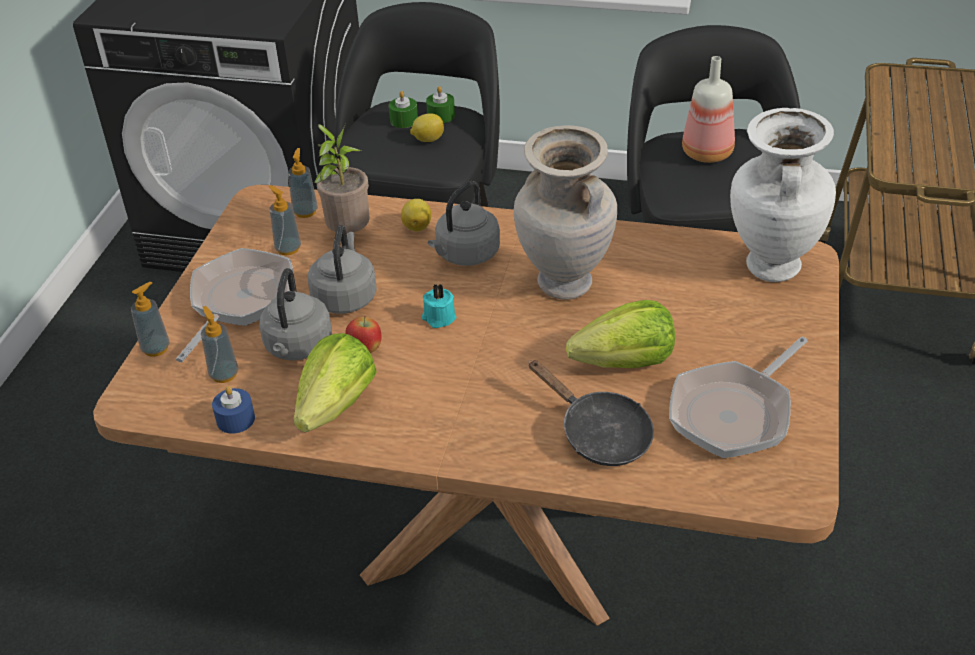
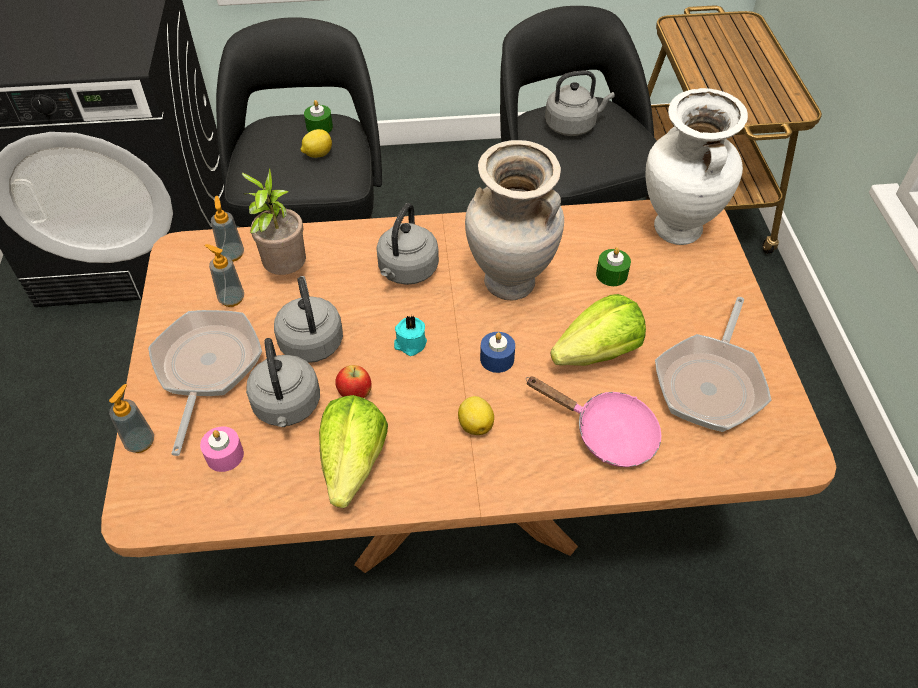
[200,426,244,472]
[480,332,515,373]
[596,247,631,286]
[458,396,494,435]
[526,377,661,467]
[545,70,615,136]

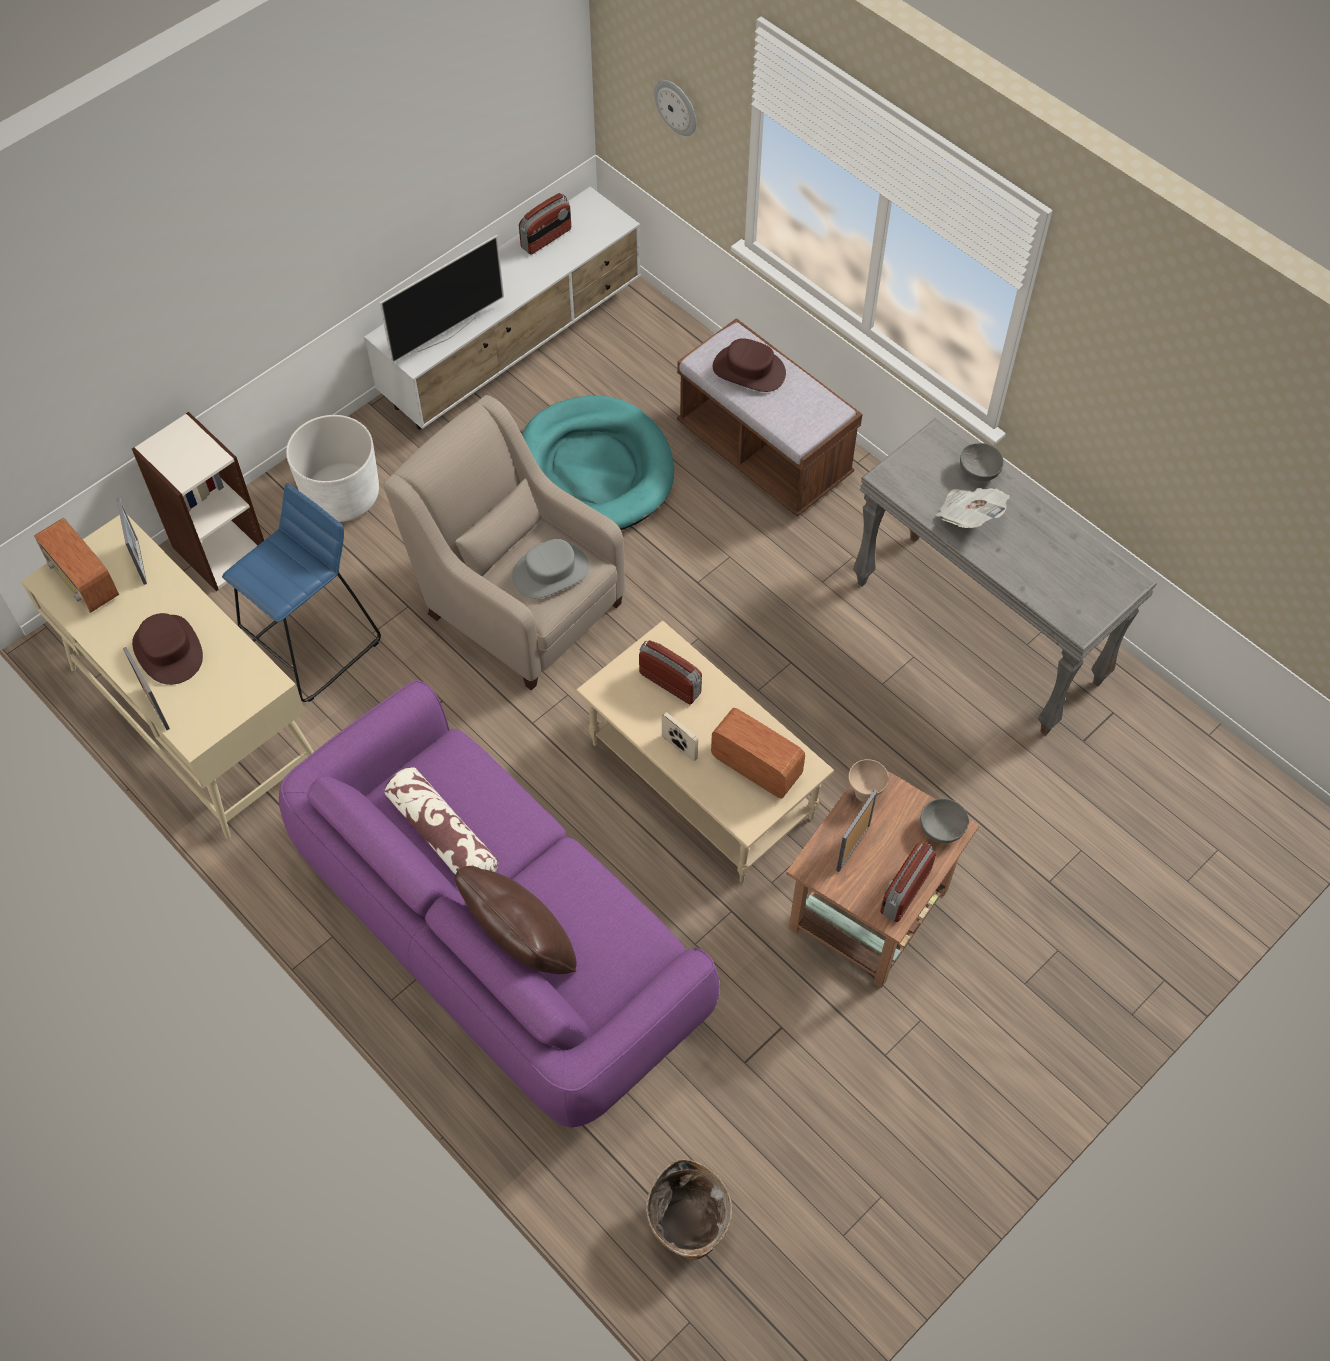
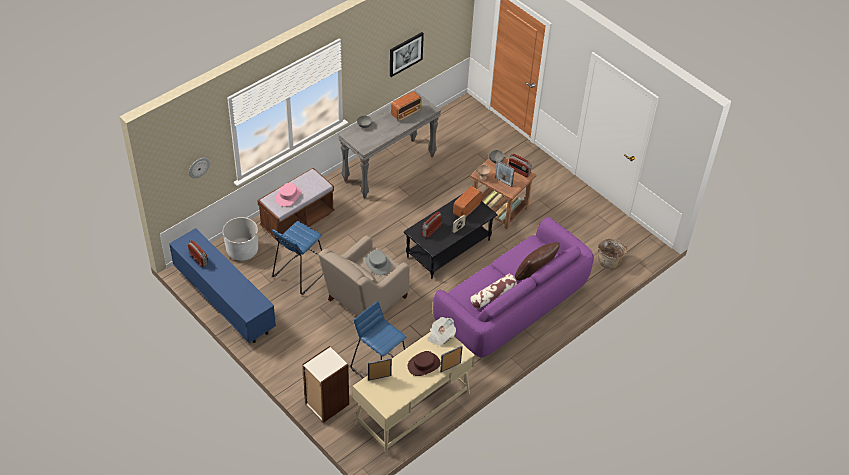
[391,91,422,121]
[223,217,258,261]
[169,228,276,343]
[379,235,504,363] (first image)
[272,221,323,295]
[404,194,498,279]
[276,183,302,207]
[427,317,456,346]
[390,32,424,77]

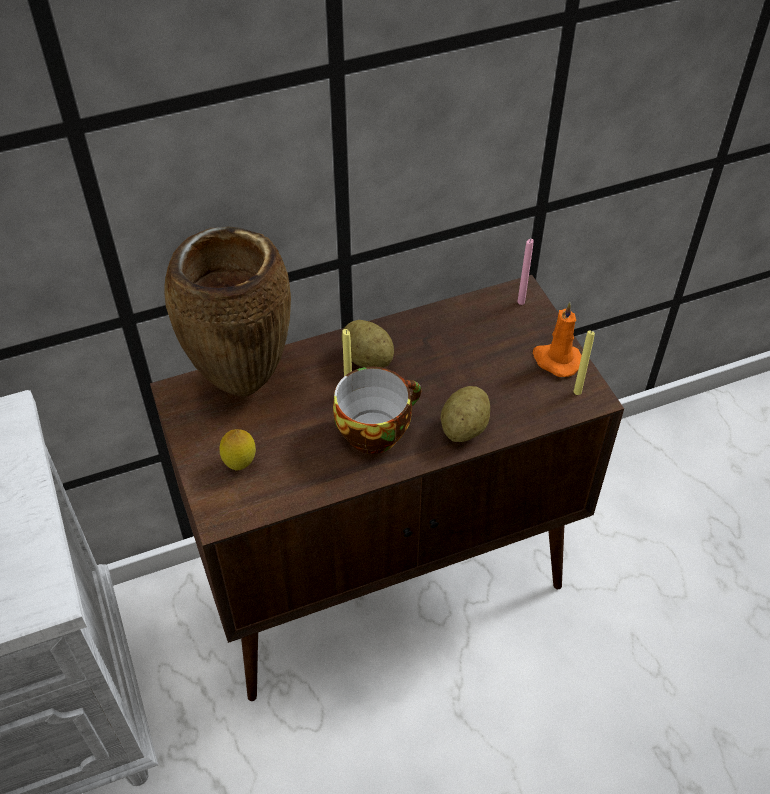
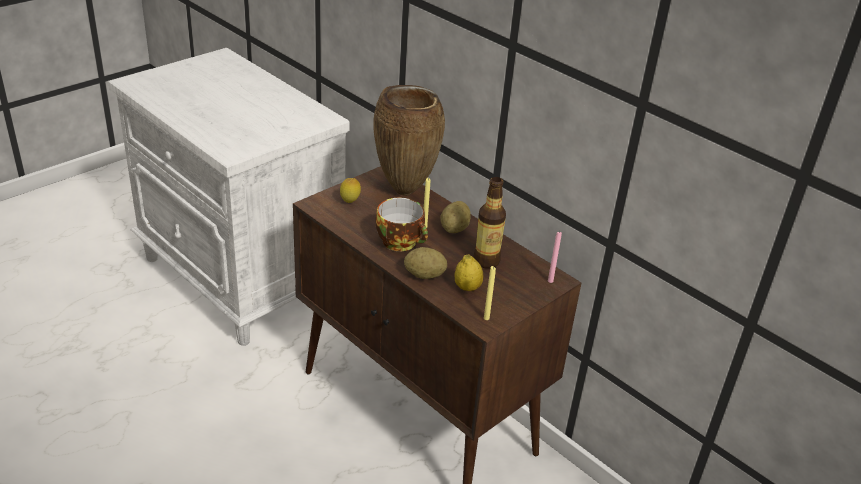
[533,302,582,377] (first image)
[455,255,483,291]
[473,177,506,269]

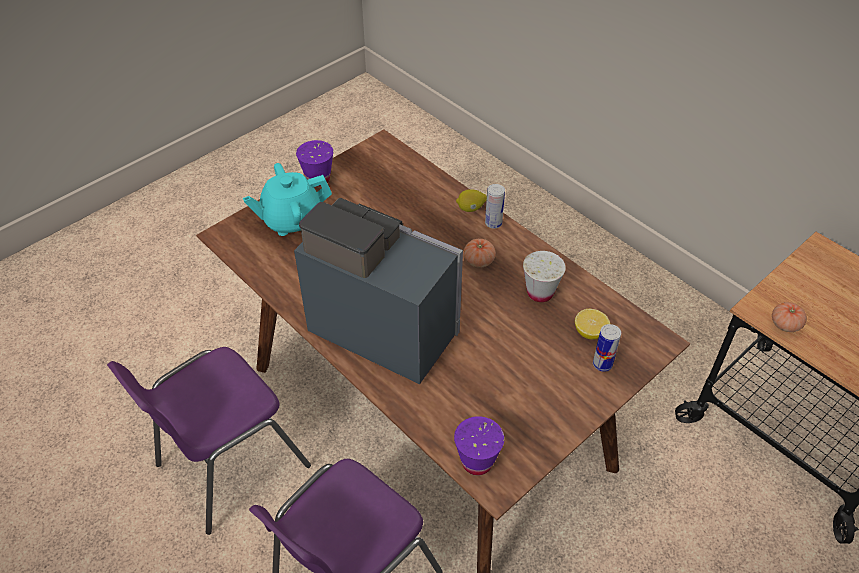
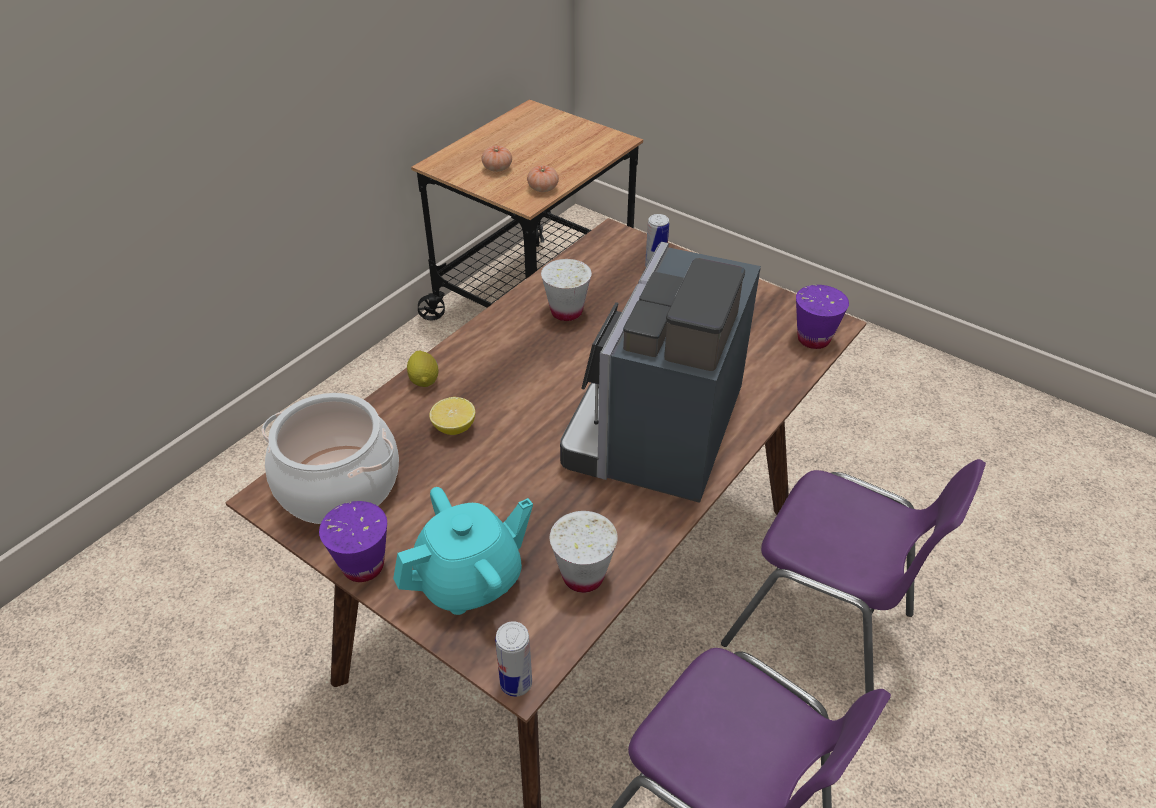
[393,487,533,615]
[482,146,512,172]
[495,621,532,697]
[429,397,475,435]
[262,393,399,524]
[550,511,618,593]

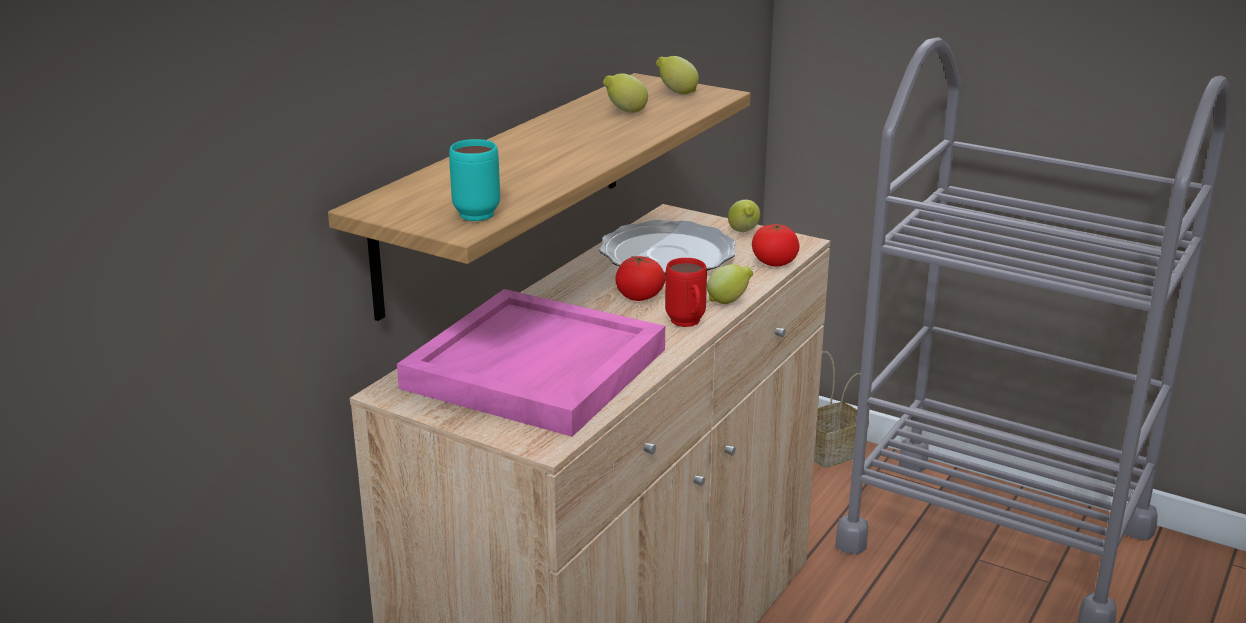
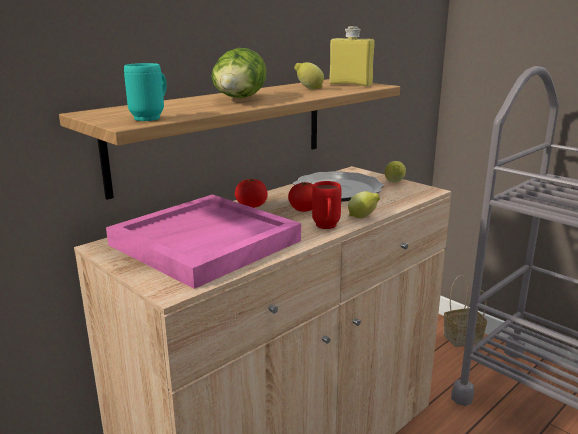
[329,26,375,86]
[235,179,268,208]
[212,48,266,98]

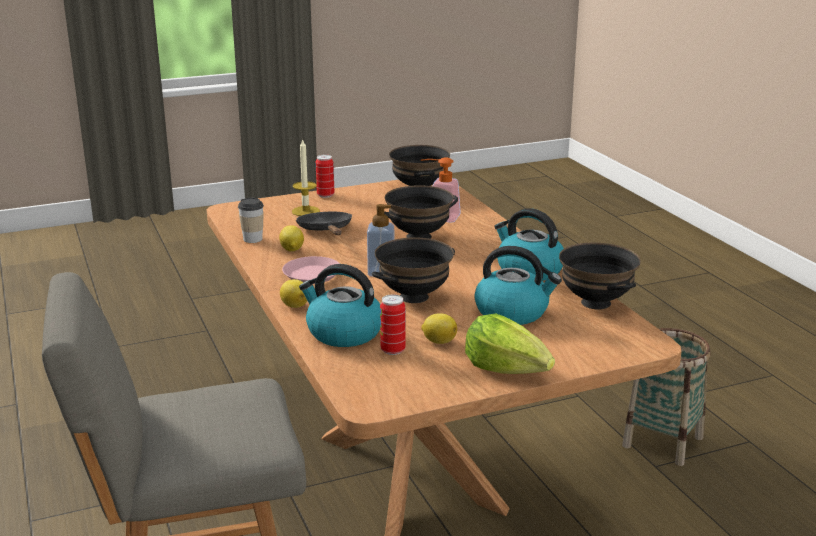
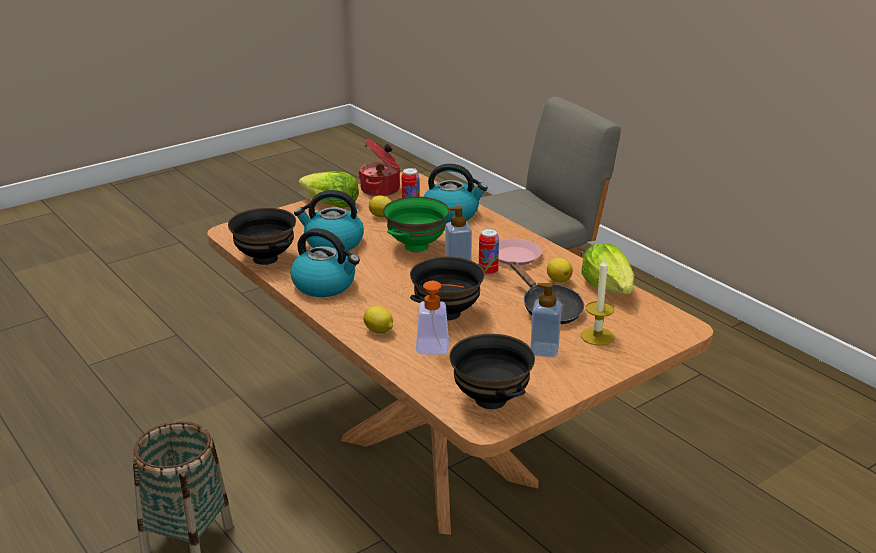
[581,243,634,295]
[363,306,393,334]
[479,228,499,276]
[383,196,449,252]
[358,139,400,196]
[530,283,562,358]

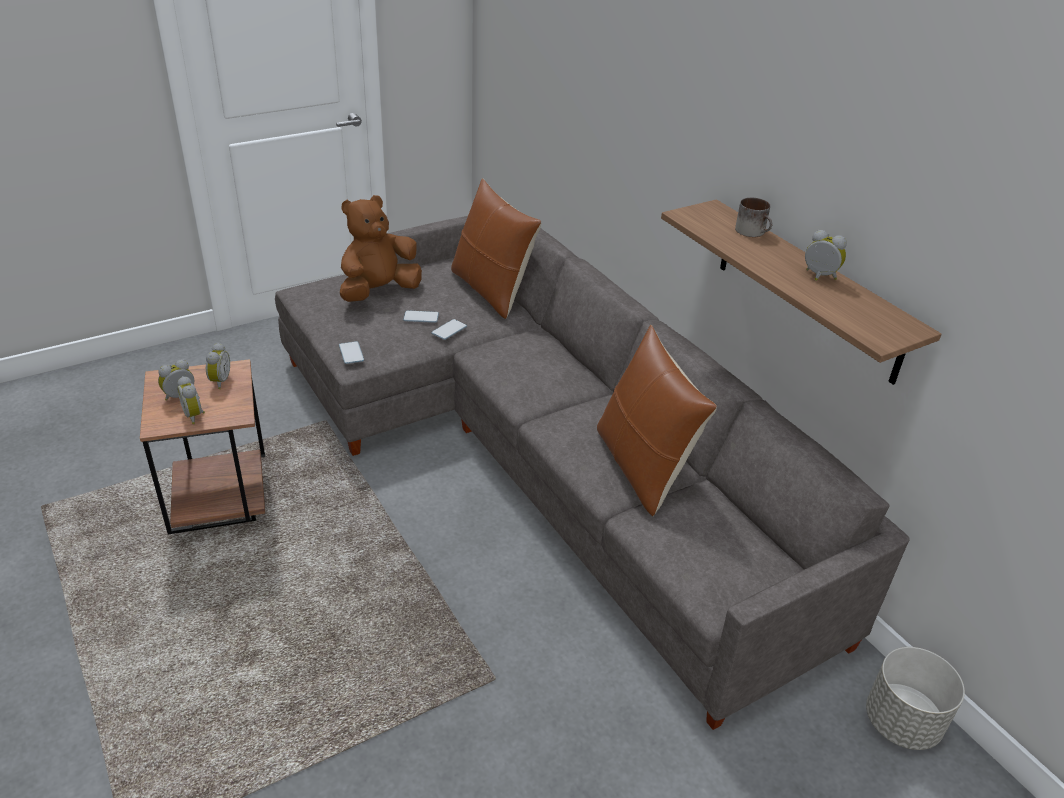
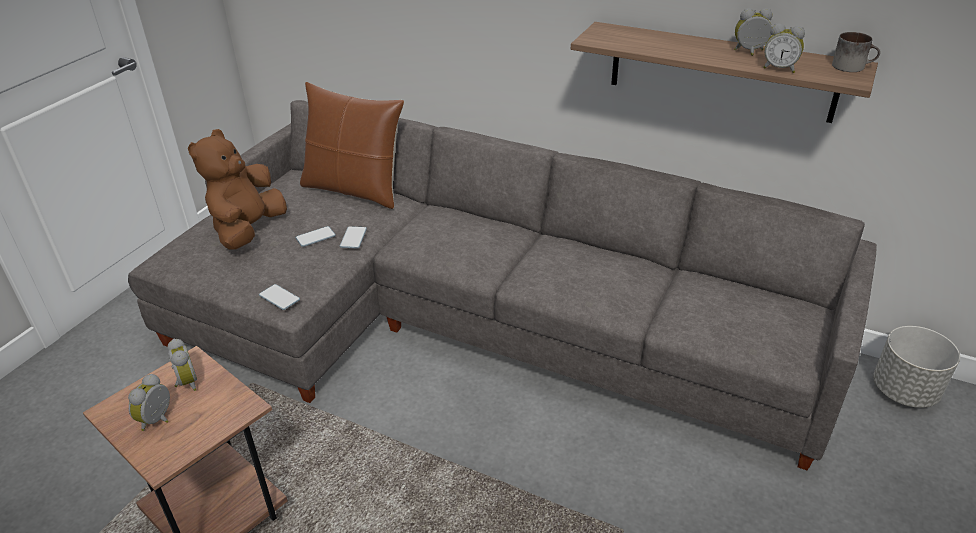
[763,23,805,73]
[597,325,717,516] (first image)
[832,32,880,72]

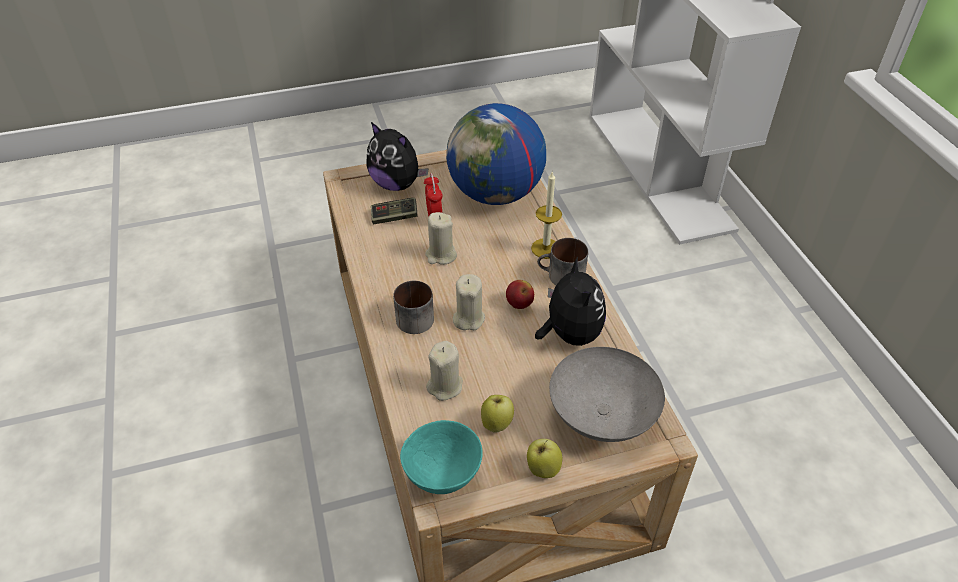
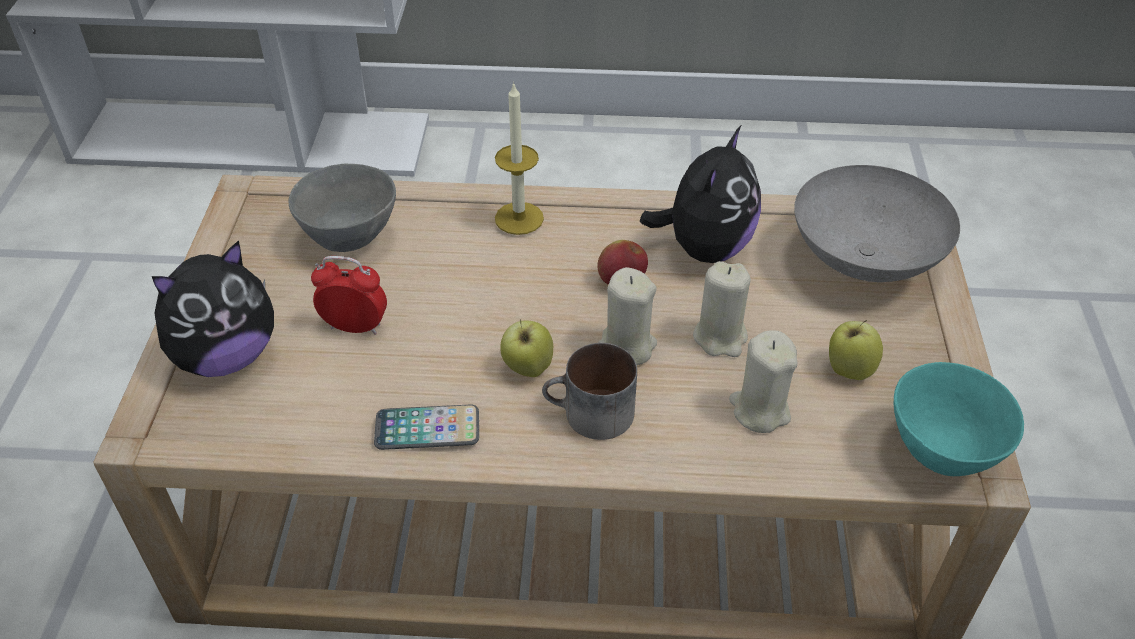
[371,198,418,224] (first image)
[693,261,751,357]
[289,164,396,252]
[500,319,553,377]
[640,126,761,263]
[537,238,588,285] (first image)
[374,405,479,450]

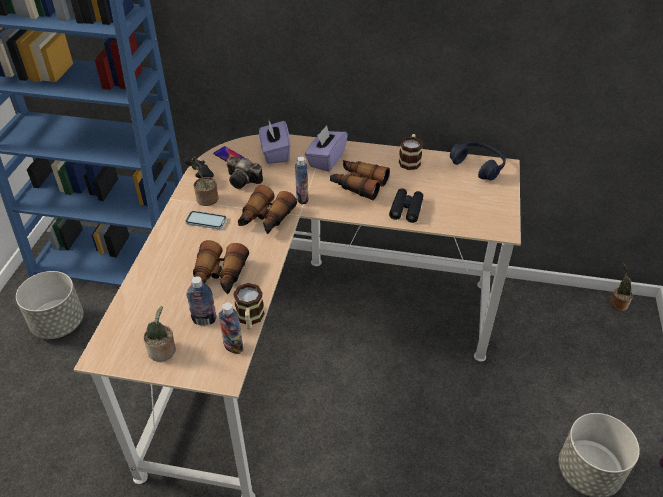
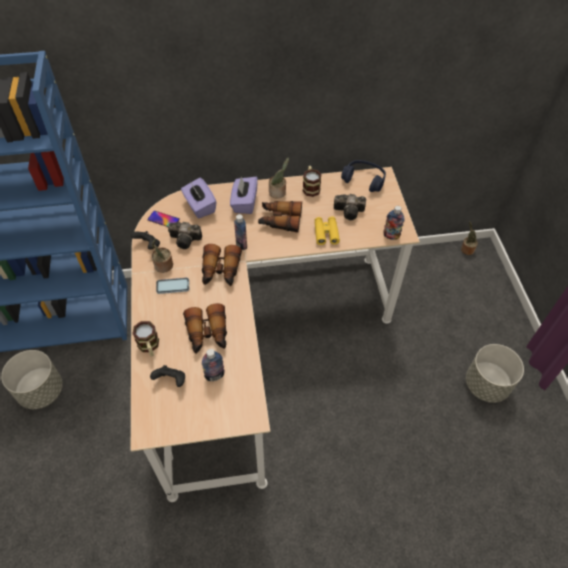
[269,158,289,199]
[383,206,405,240]
[133,321,159,357]
[315,216,340,245]
[150,365,185,387]
[334,194,366,220]

